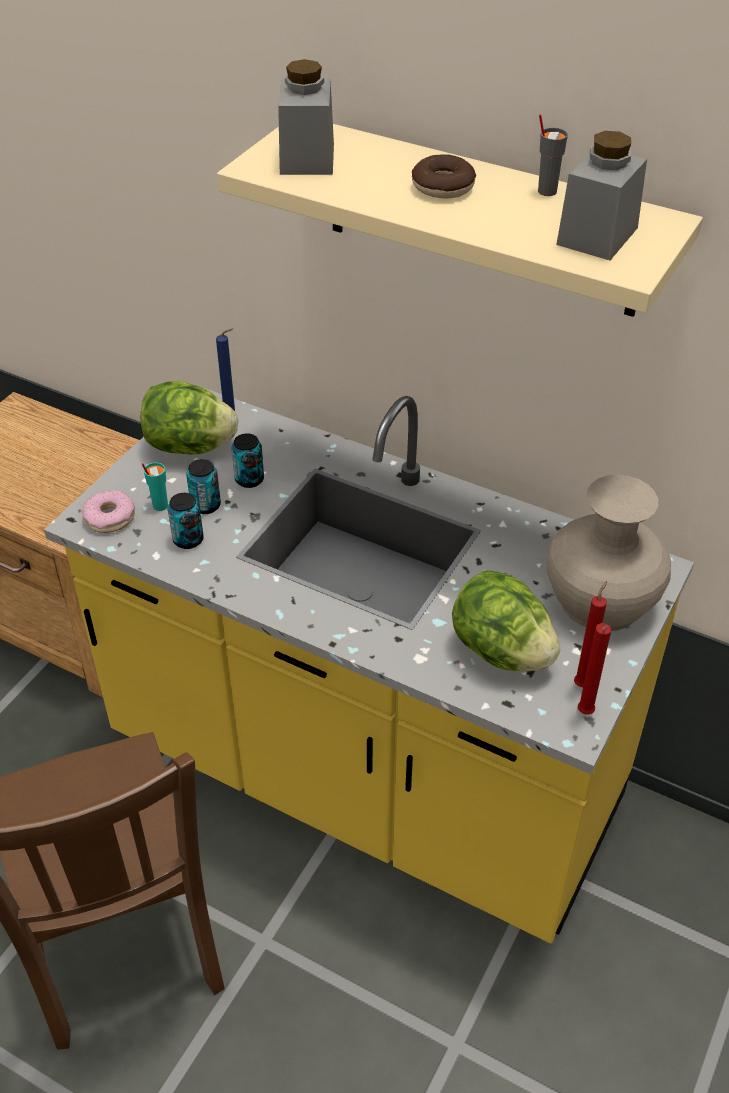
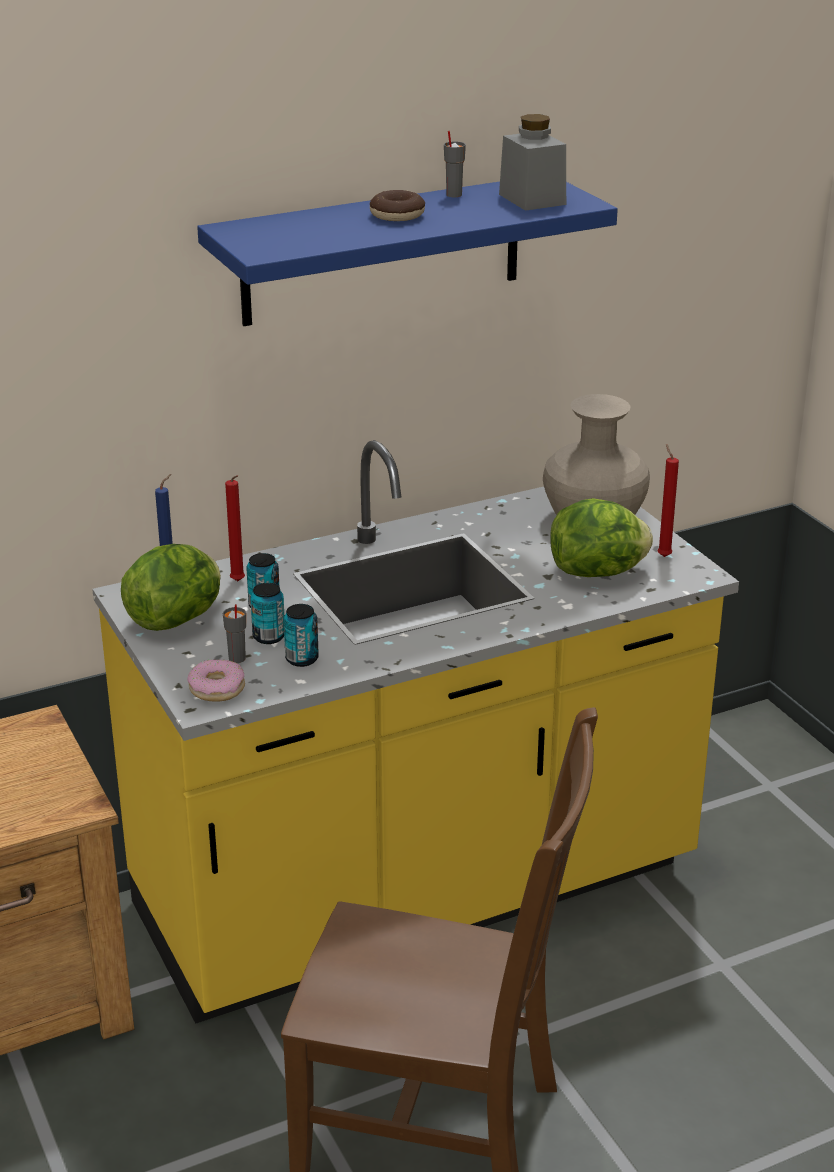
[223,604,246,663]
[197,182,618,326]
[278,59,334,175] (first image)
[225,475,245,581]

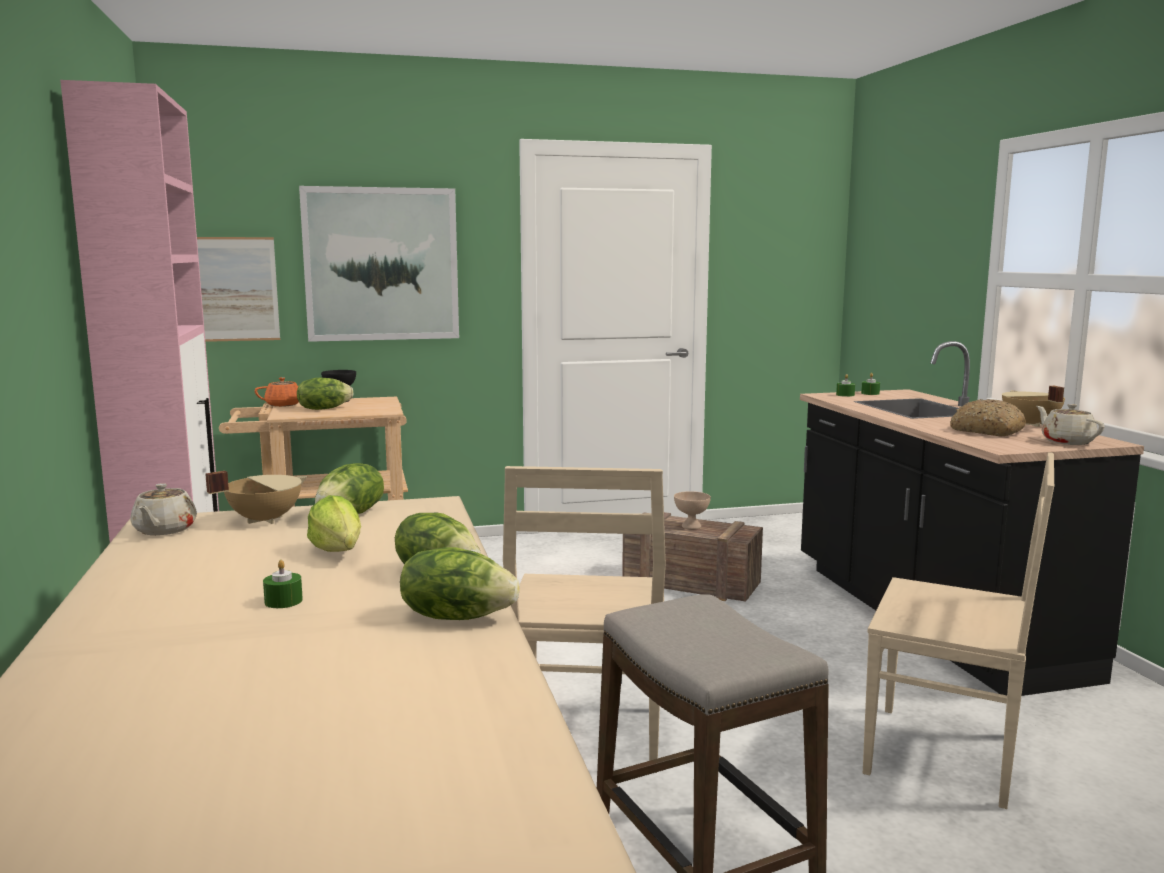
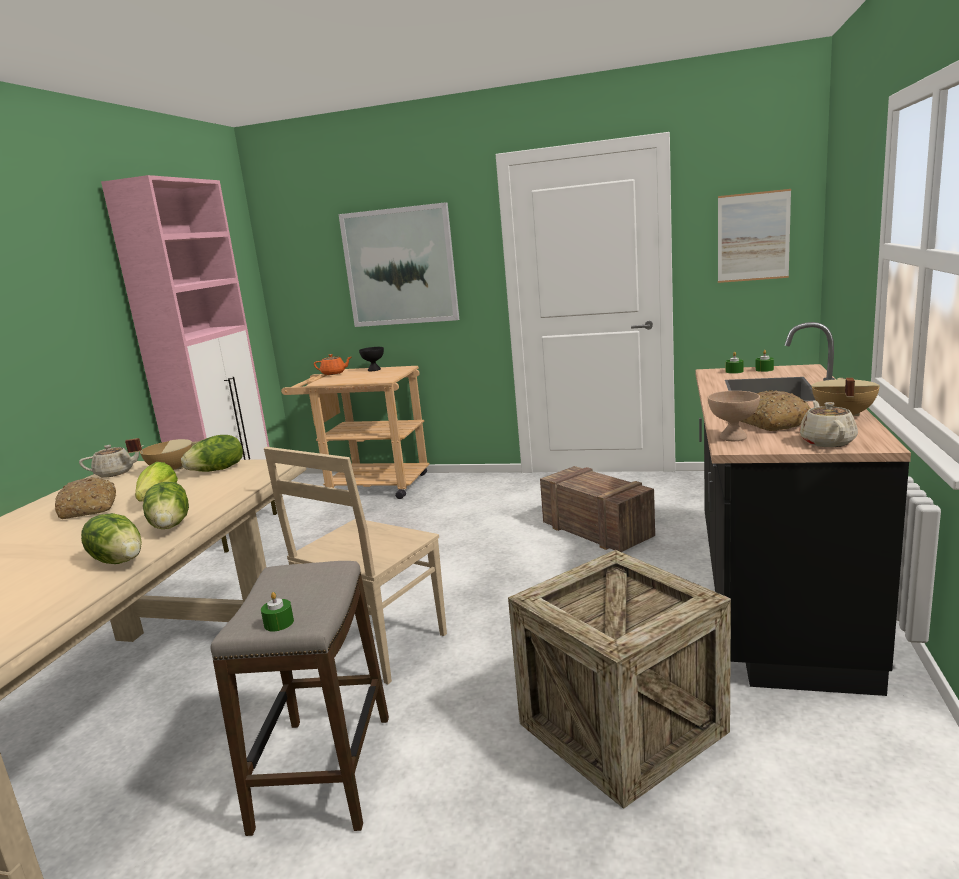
[79,445,144,477]
[718,189,791,283]
[261,592,294,632]
[297,377,353,410] (first image)
[708,391,760,441]
[508,550,731,809]
[55,477,116,519]

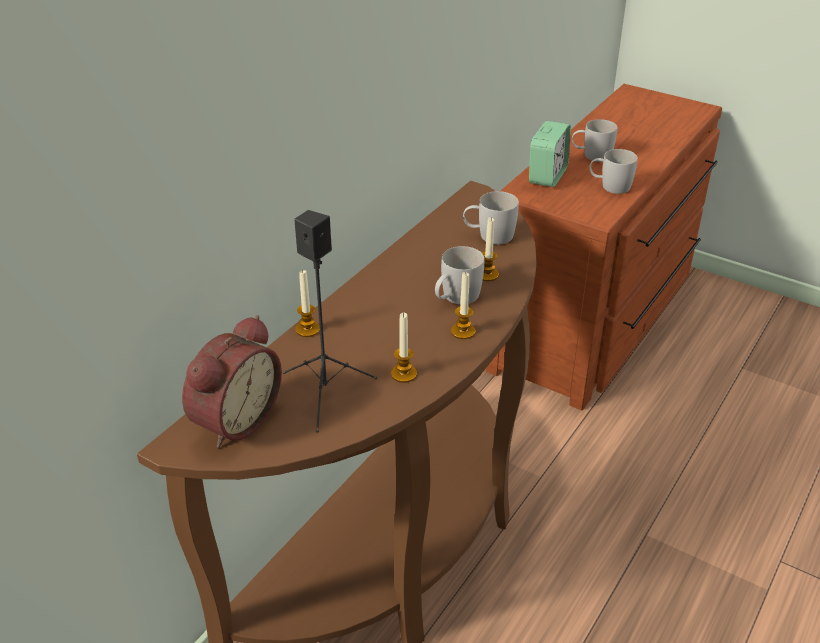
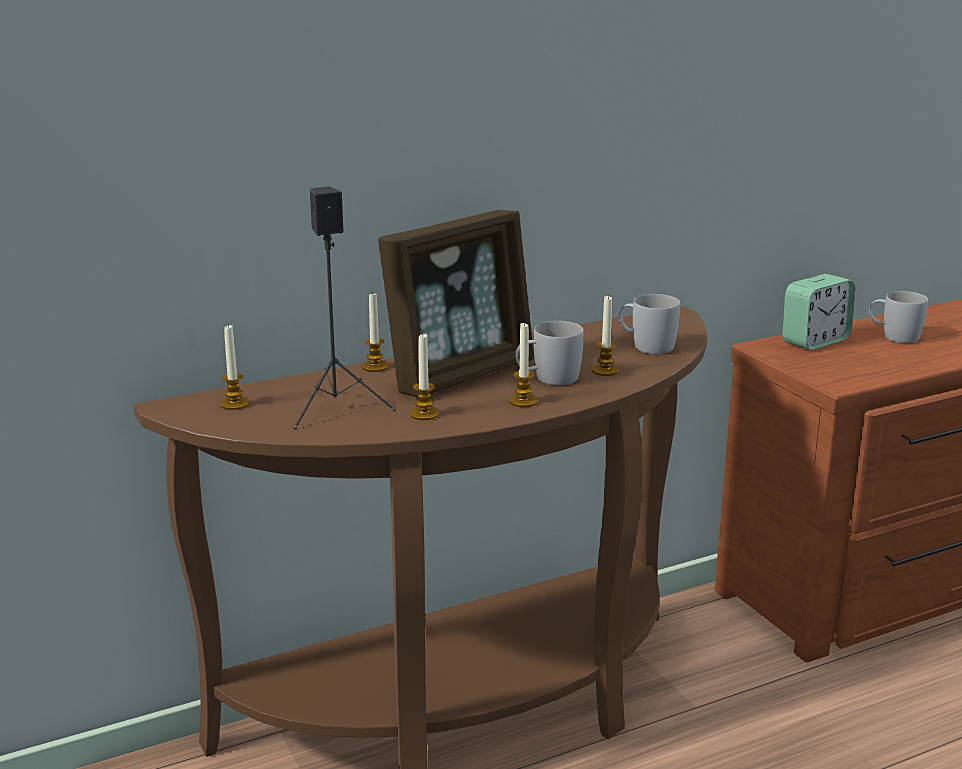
[220,325,249,410]
[590,149,638,194] (first image)
[378,210,534,397]

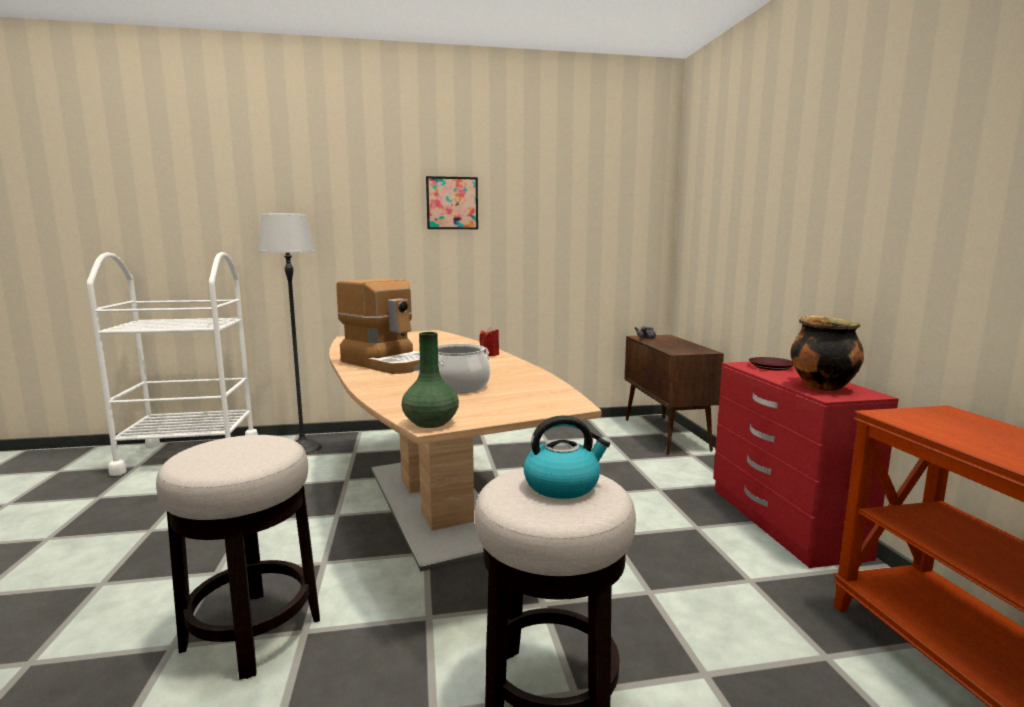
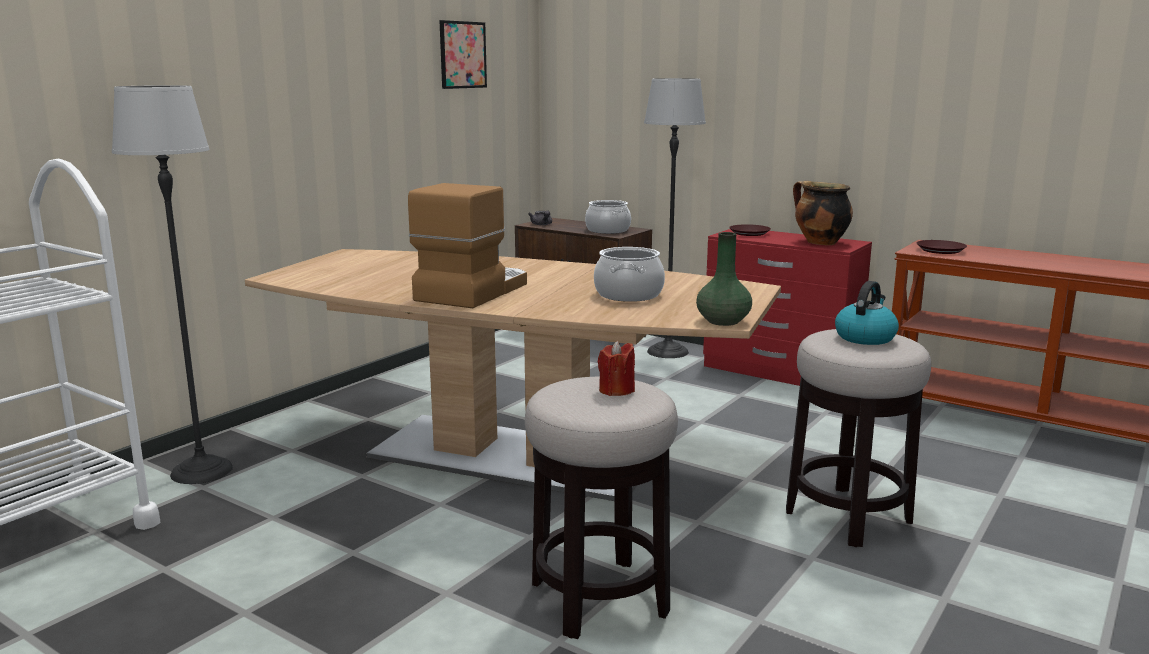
[408,183,527,308]
[439,20,487,89]
[598,341,635,396]
[585,200,631,234]
[644,78,706,358]
[916,240,967,254]

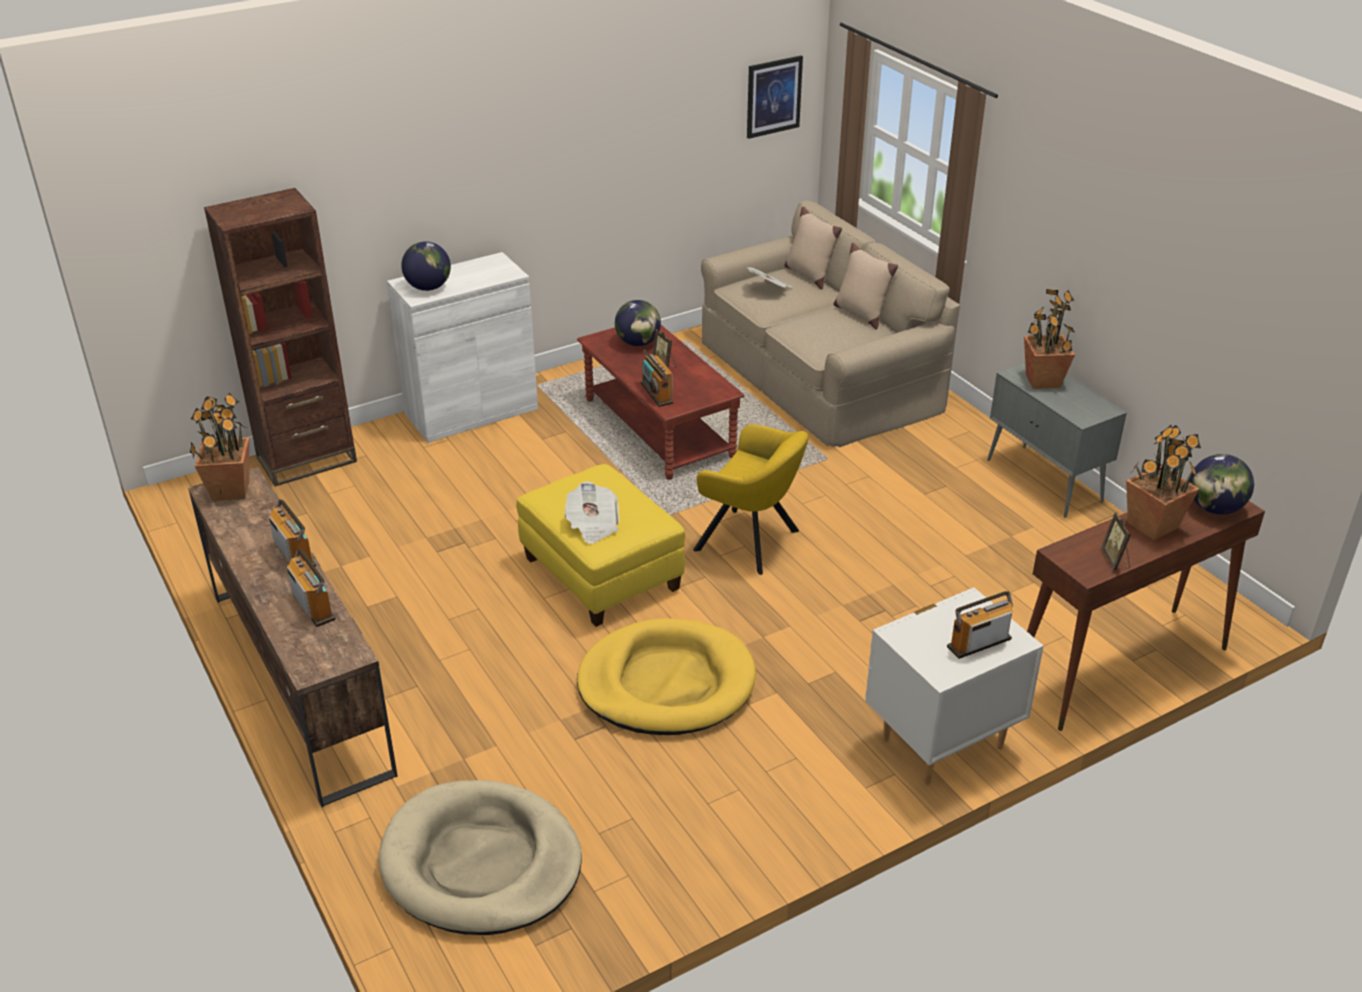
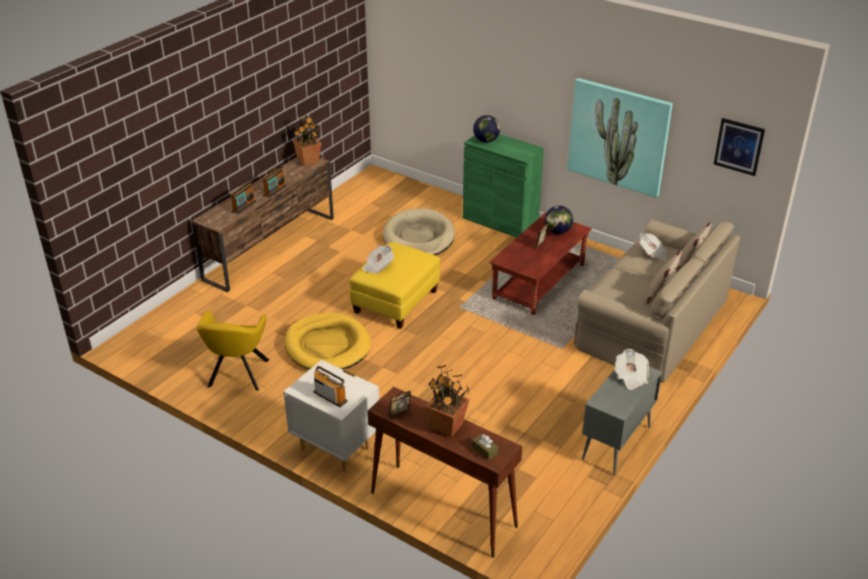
[204,188,357,487] (first image)
[383,208,455,255]
[463,134,544,238]
[641,349,673,407] (first image)
[197,311,269,391]
[614,349,649,390]
[472,434,498,460]
[567,78,673,198]

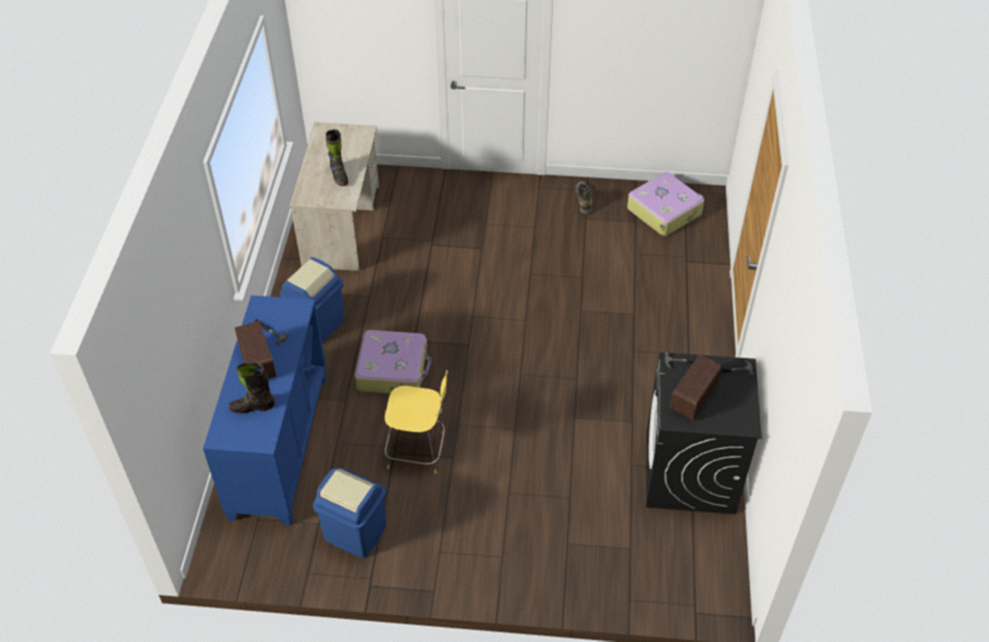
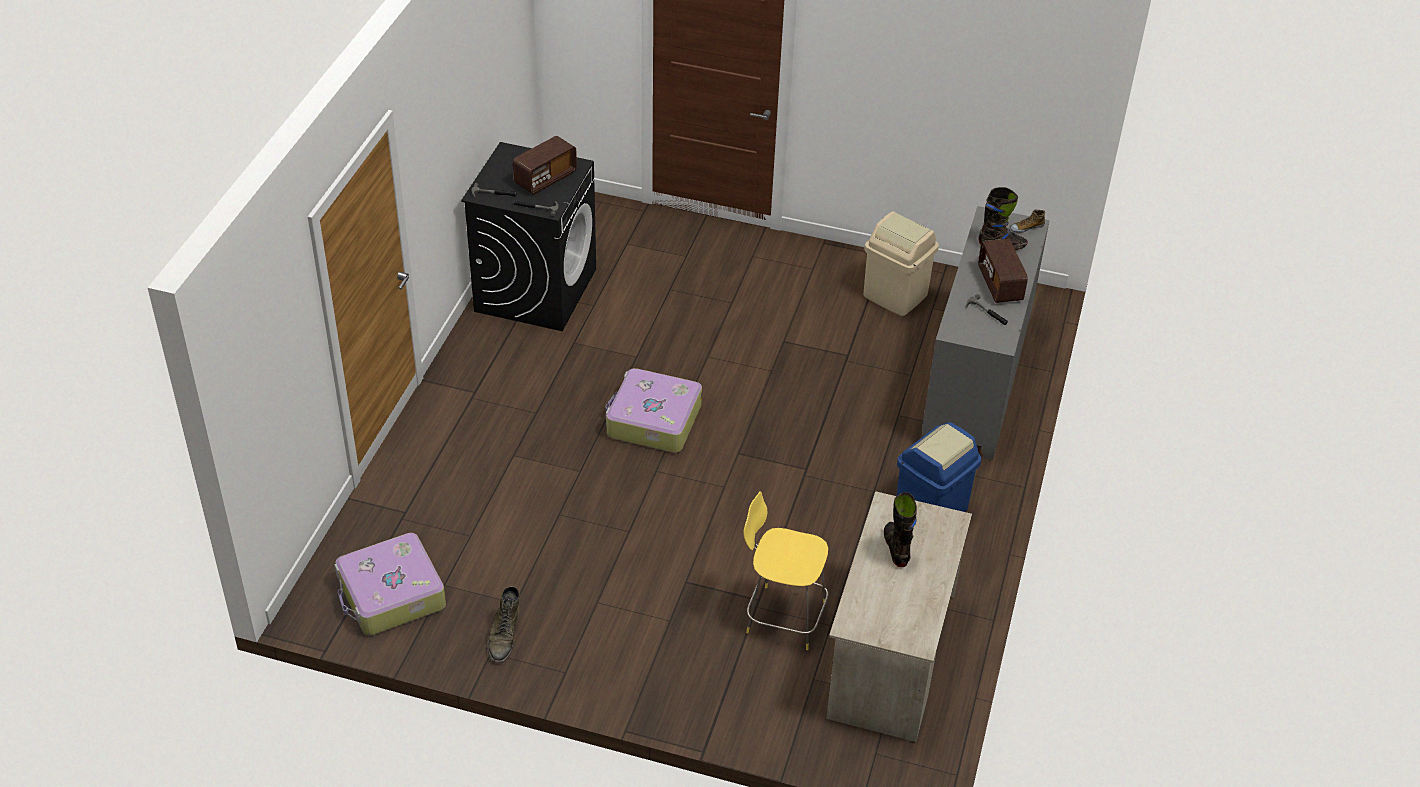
[922,206,1050,461]
[863,211,939,316]
[605,368,702,453]
[743,491,829,650]
[1010,210,1045,233]

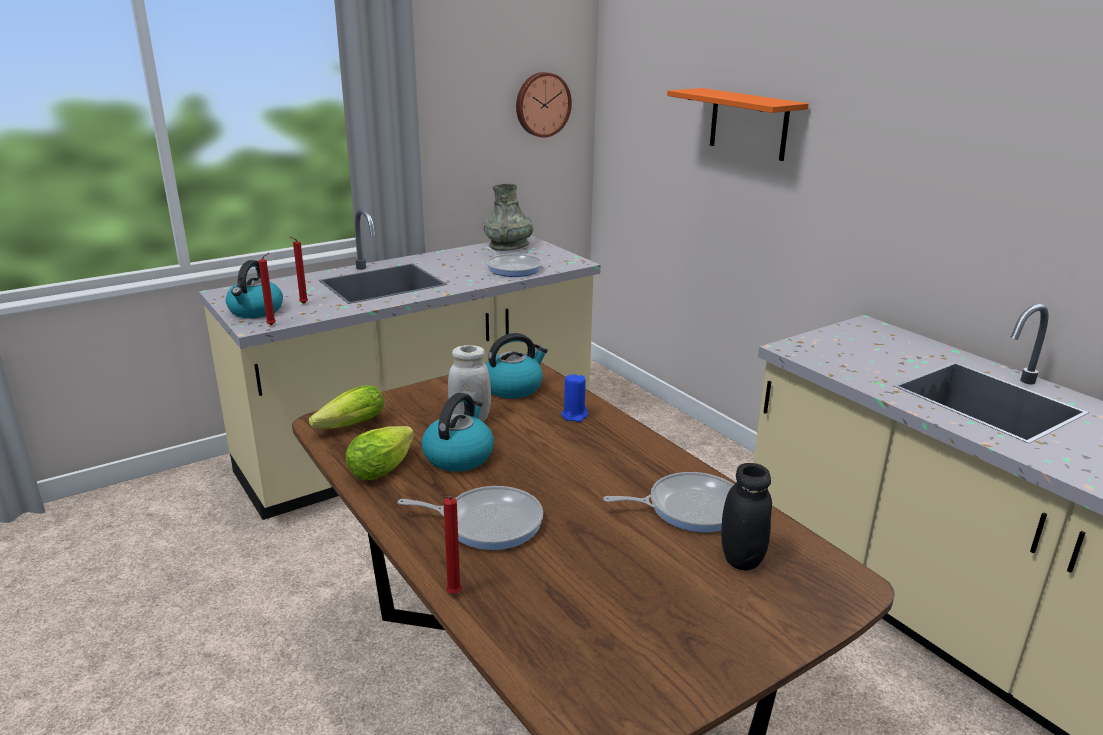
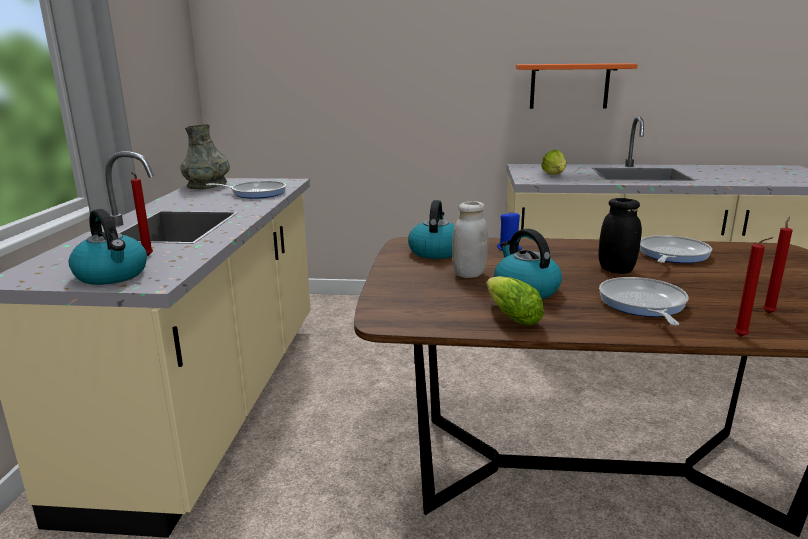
[763,217,793,313]
[541,149,567,175]
[599,277,689,326]
[516,72,572,138] (first image)
[516,63,638,109]
[599,198,642,274]

